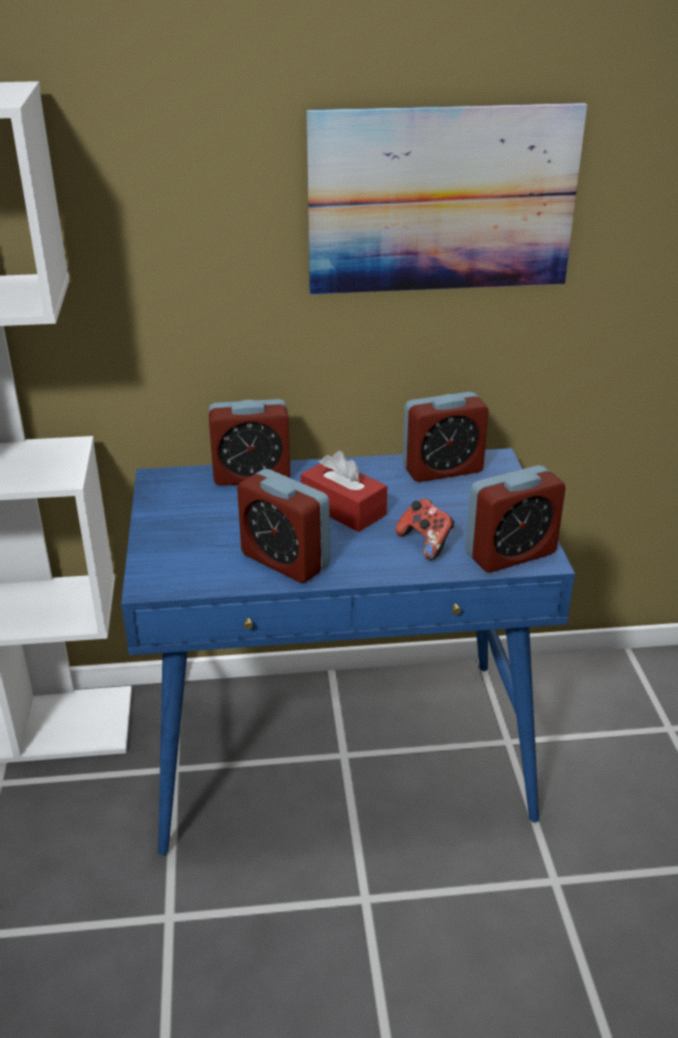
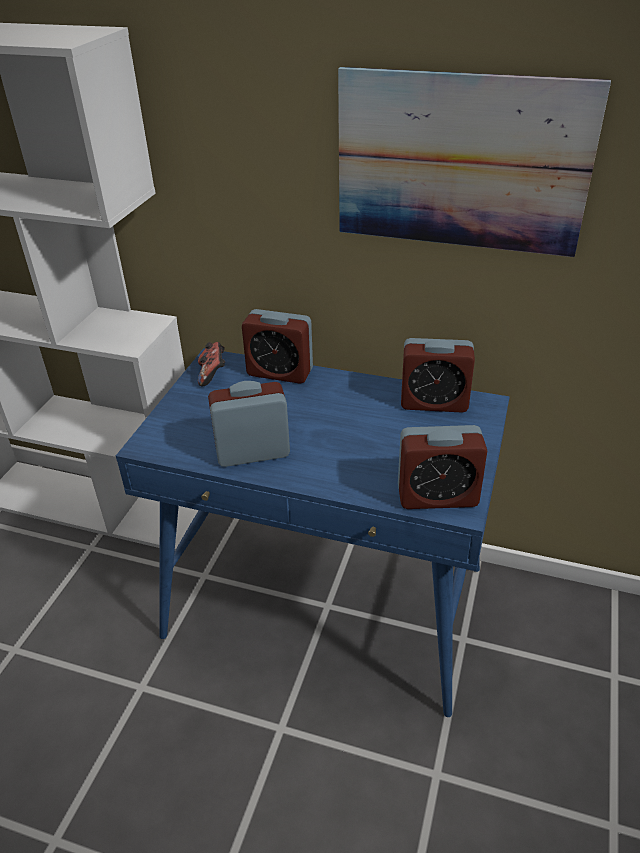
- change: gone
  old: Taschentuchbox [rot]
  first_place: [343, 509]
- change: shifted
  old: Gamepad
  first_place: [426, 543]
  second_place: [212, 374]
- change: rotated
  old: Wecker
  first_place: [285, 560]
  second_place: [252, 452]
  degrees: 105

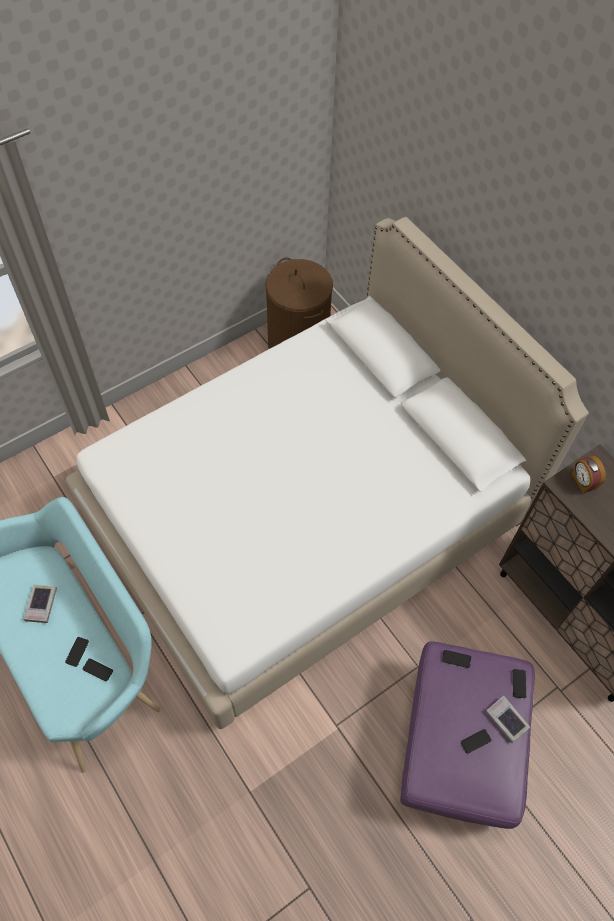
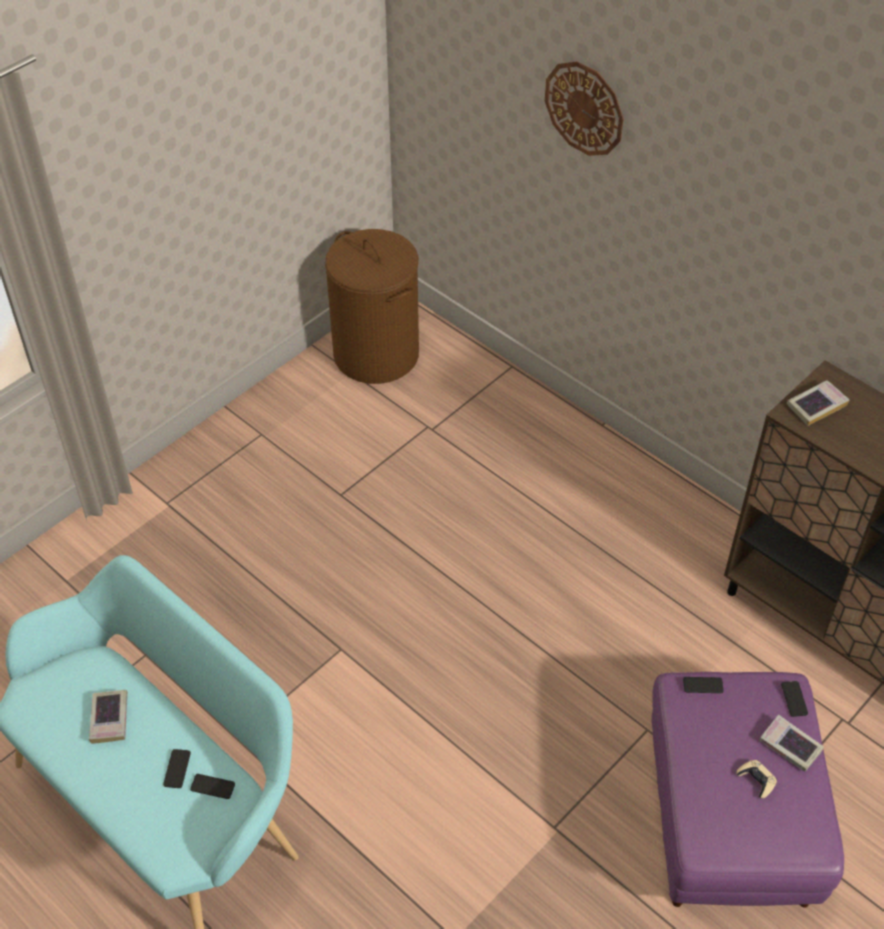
- change: gone
  old: Bett [weiß]
  first_place: [305, 518]
- change: new
  new: Wanduhr
  second_place: [584, 108]
- change: swapped
  old: Handy
  new: Gamepad [beige]
  first_place: [475, 741]
  second_place: [756, 780]
- change: swapped
  old: Wecker
  new: Buch
  first_place: [583, 482]
  second_place: [816, 406]

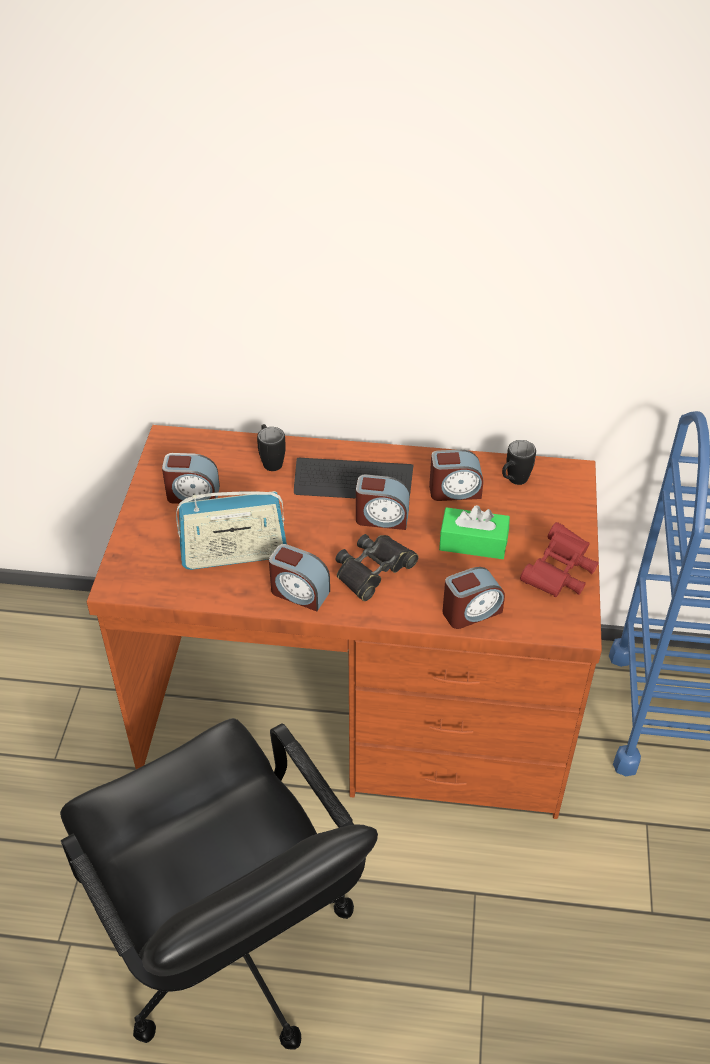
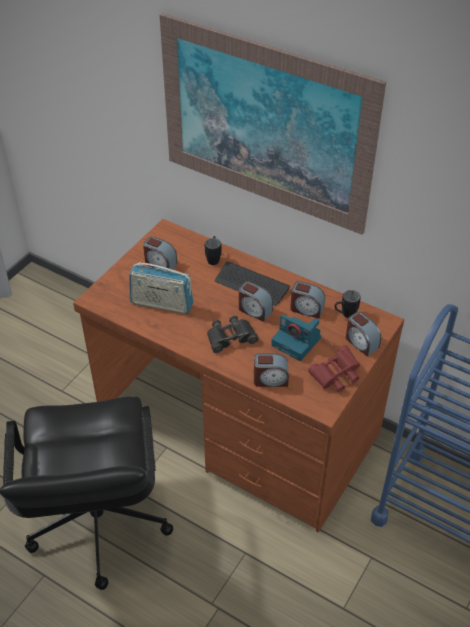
- change: new
  new: Bild
  second_place: [265, 125]
- change: shifted
  old: Wecker
  first_place: [299, 592]
  second_place: [361, 343]
- change: swapped
  old: Taschentuchbox [grün]
  new: Kamera
  first_place: [473, 543]
  second_place: [297, 342]

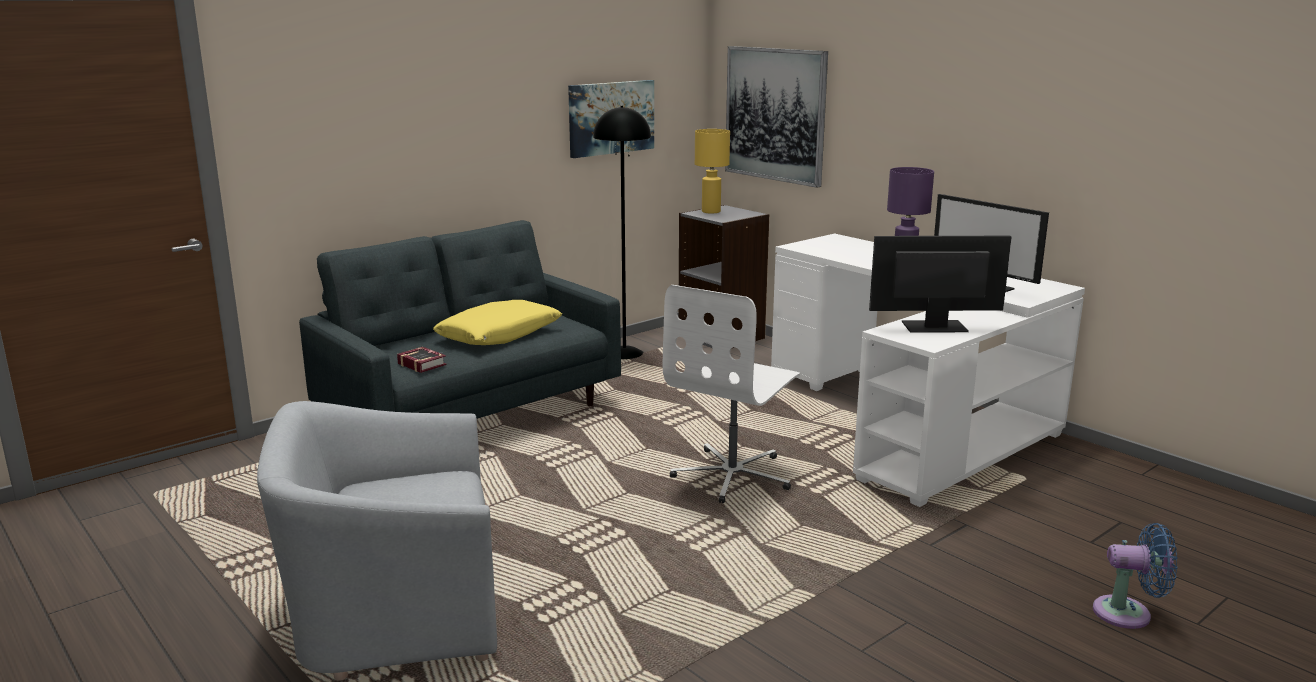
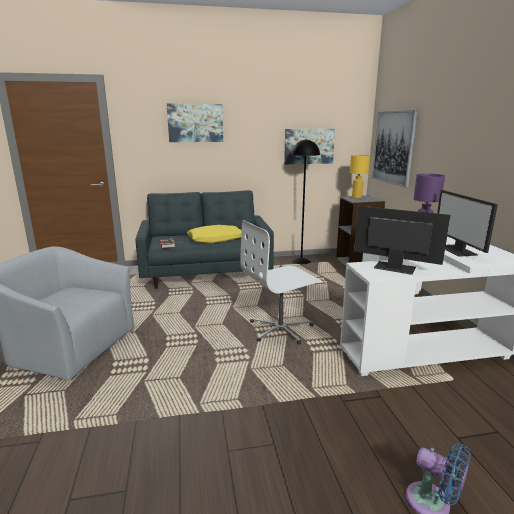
- change: new
  new: Bild
  second_place: [195, 123]

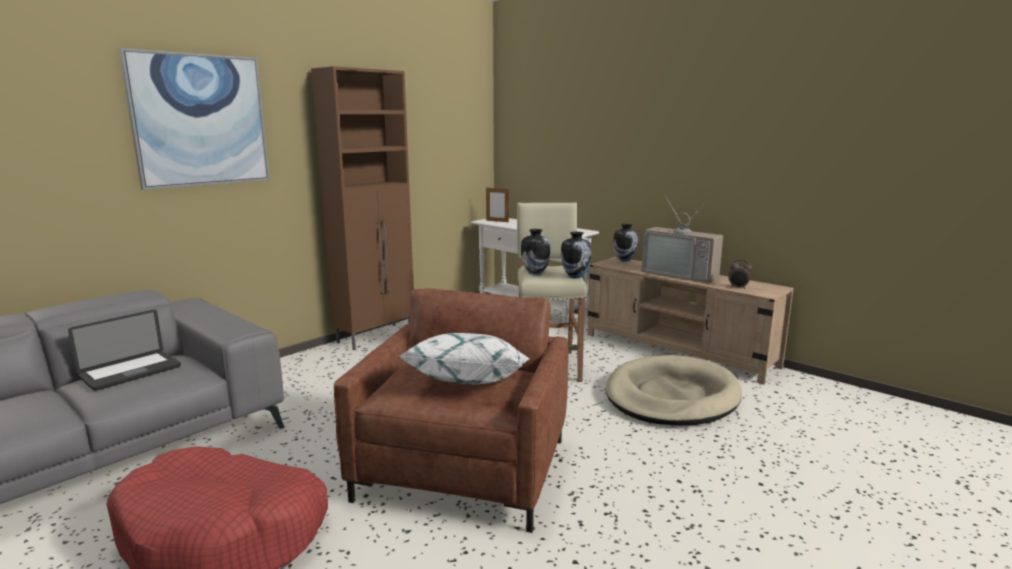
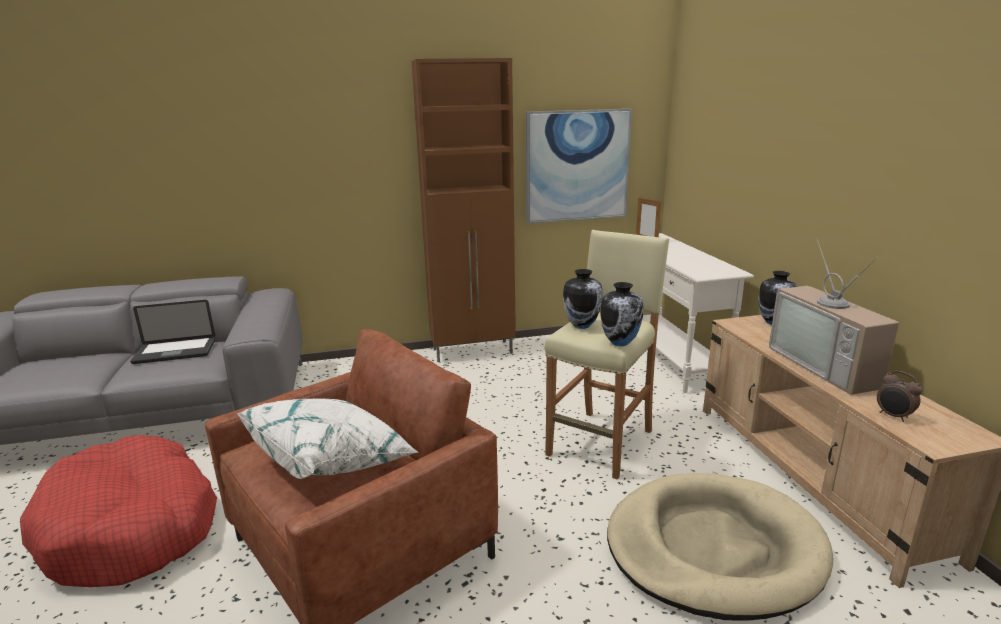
- change: shifted
  old: Bild
  first_place: [200, 120]
  second_place: [577, 166]

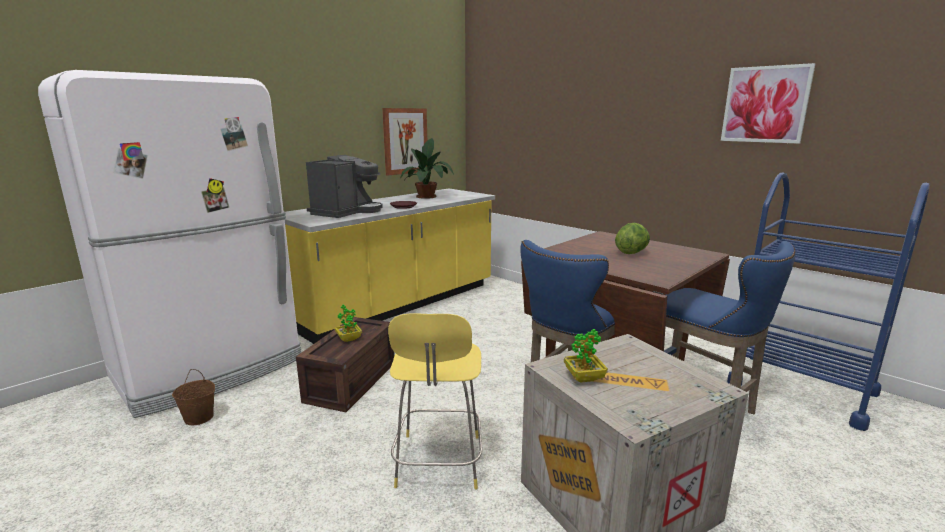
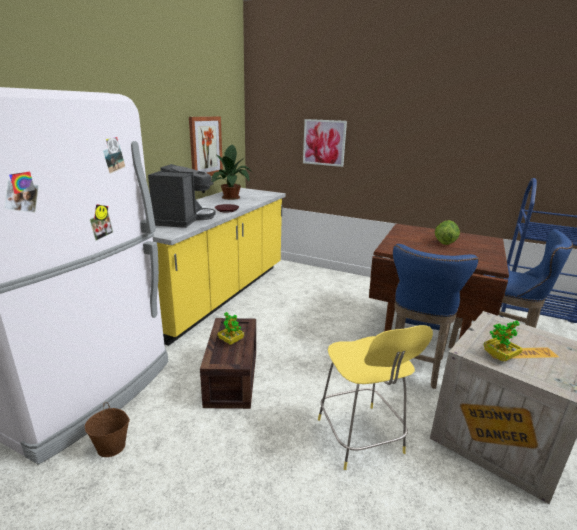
- change: shifted
  old: Bild
  first_place: [765, 104]
  second_place: [324, 142]

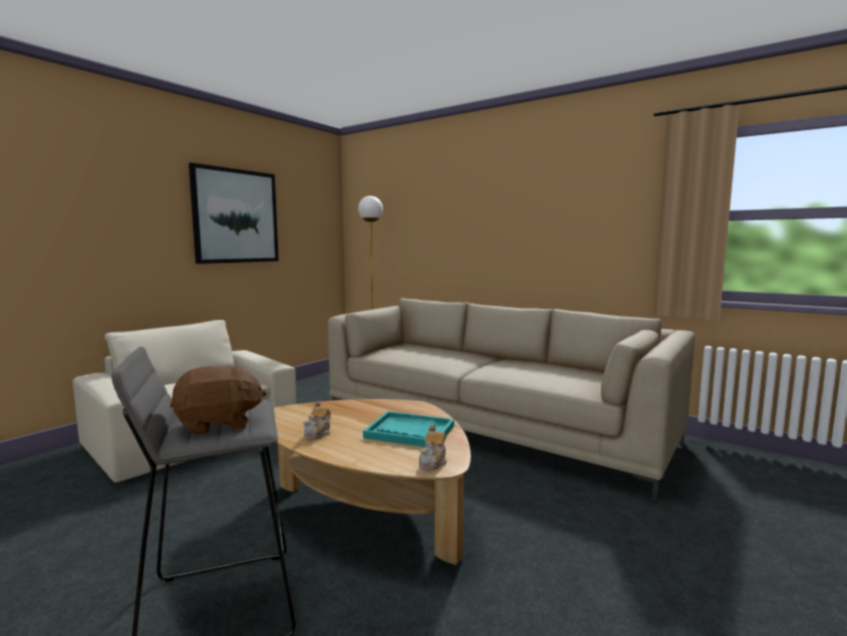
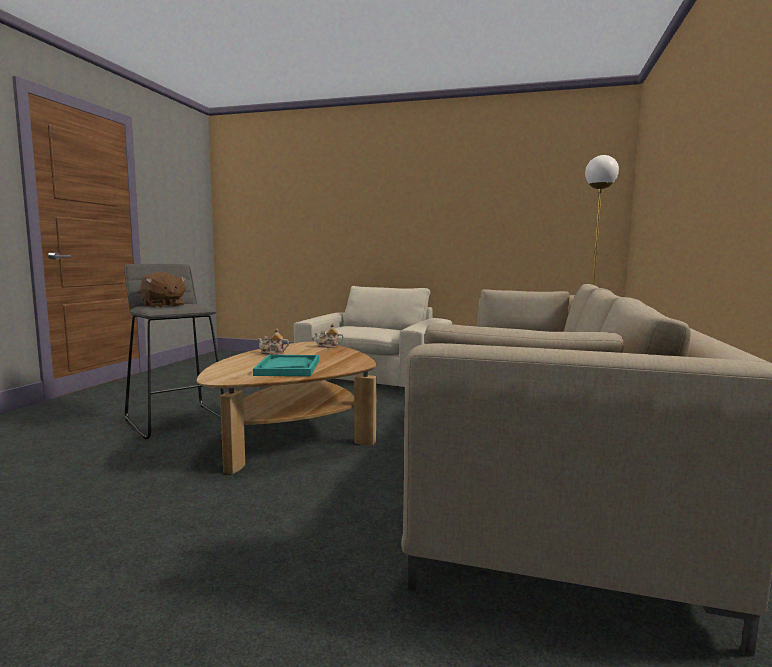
- change: gone
  old: Bild
  first_place: [236, 216]
- change: shifted
  old: Teekanne
  first_place: [433, 463]
  second_place: [328, 346]

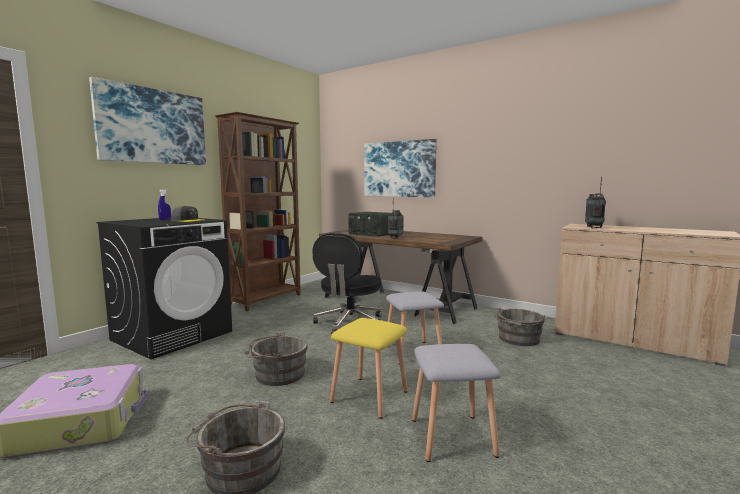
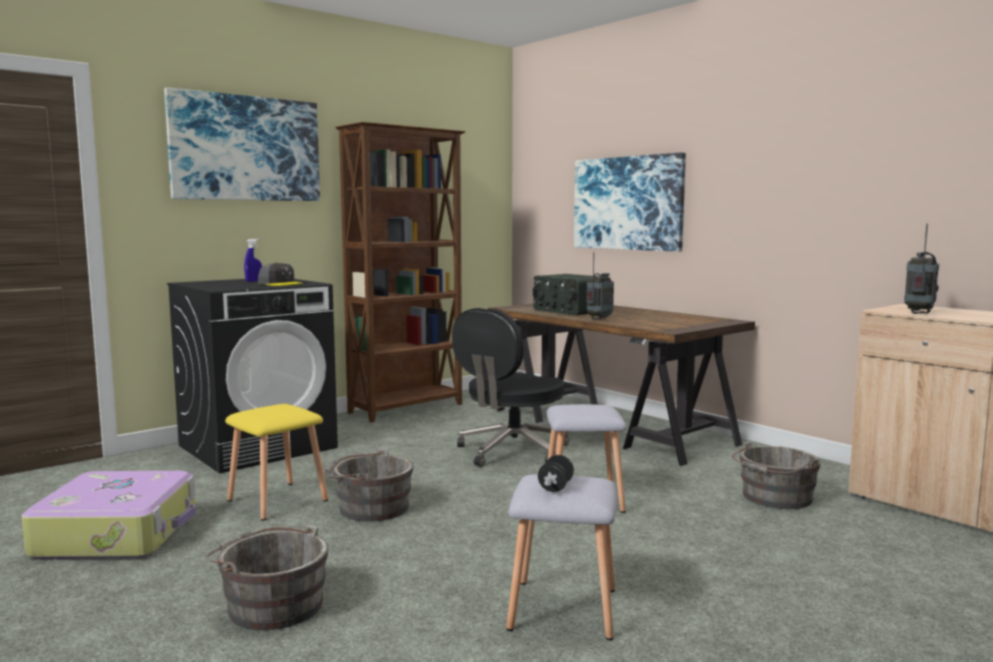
- change: new
  new: Hantel [schwarz]
  second_place: [555, 487]
- change: shifted
  old: Hocker [gelb]
  first_place: [371, 396]
  second_place: [279, 501]

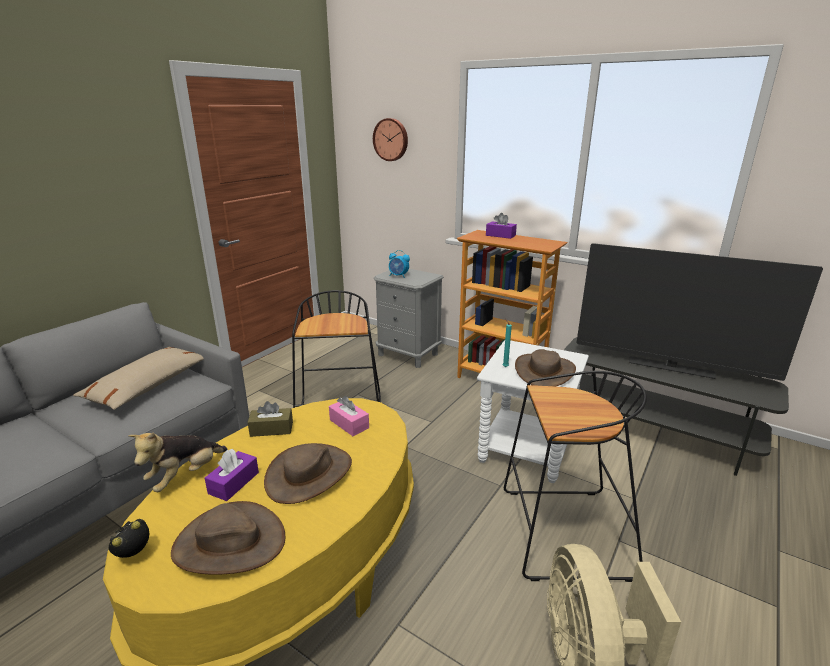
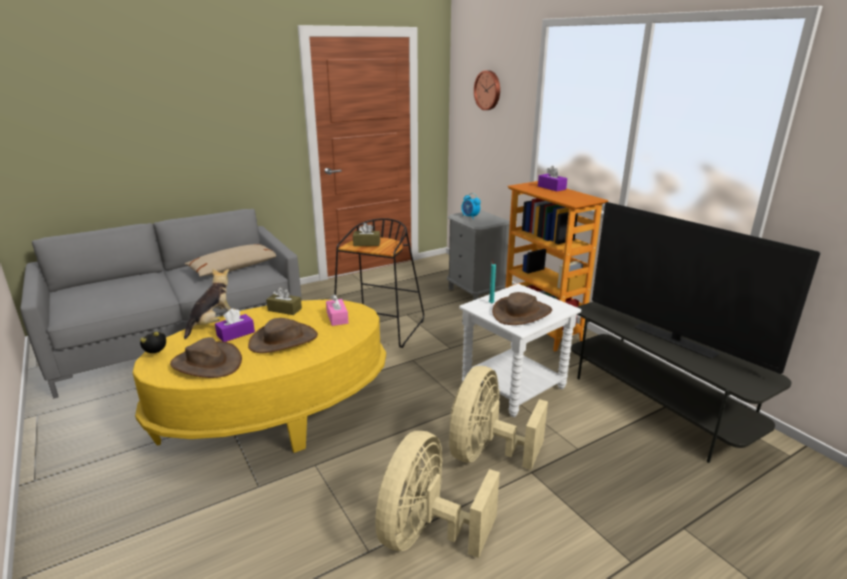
- change: new
  new: Taschentuchbox [braun]
  second_place: [366, 243]
- change: swapped
  old: Hocker [schwarz]
  new: Ventilator [beige]
  first_place: [562, 534]
  second_place: [486, 453]
- change: rotated
  old: Plüschtier
  first_place: [185, 476]
  second_place: [213, 323]
  degrees: 150

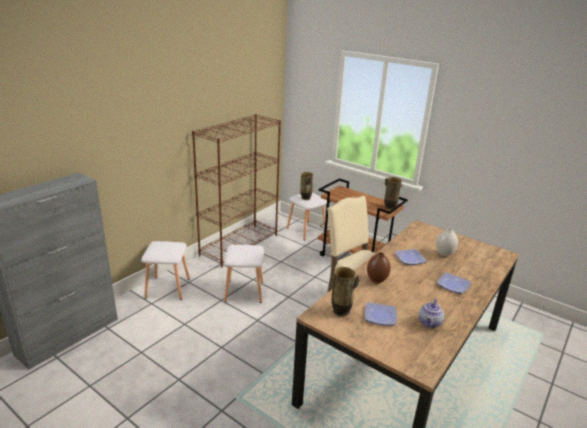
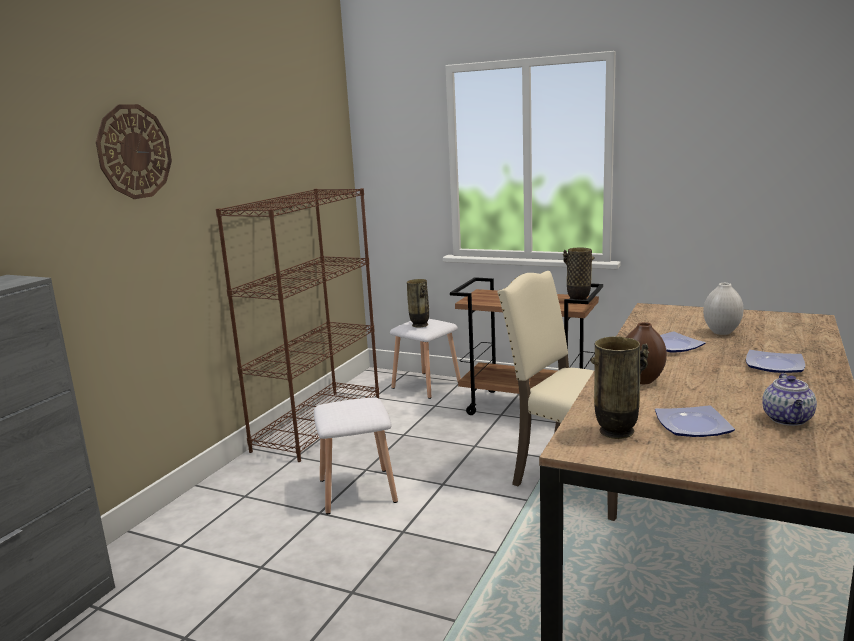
- change: gone
  old: Hocker [weiß]
  first_place: [168, 288]
- change: new
  new: Wanduhr
  second_place: [134, 152]

